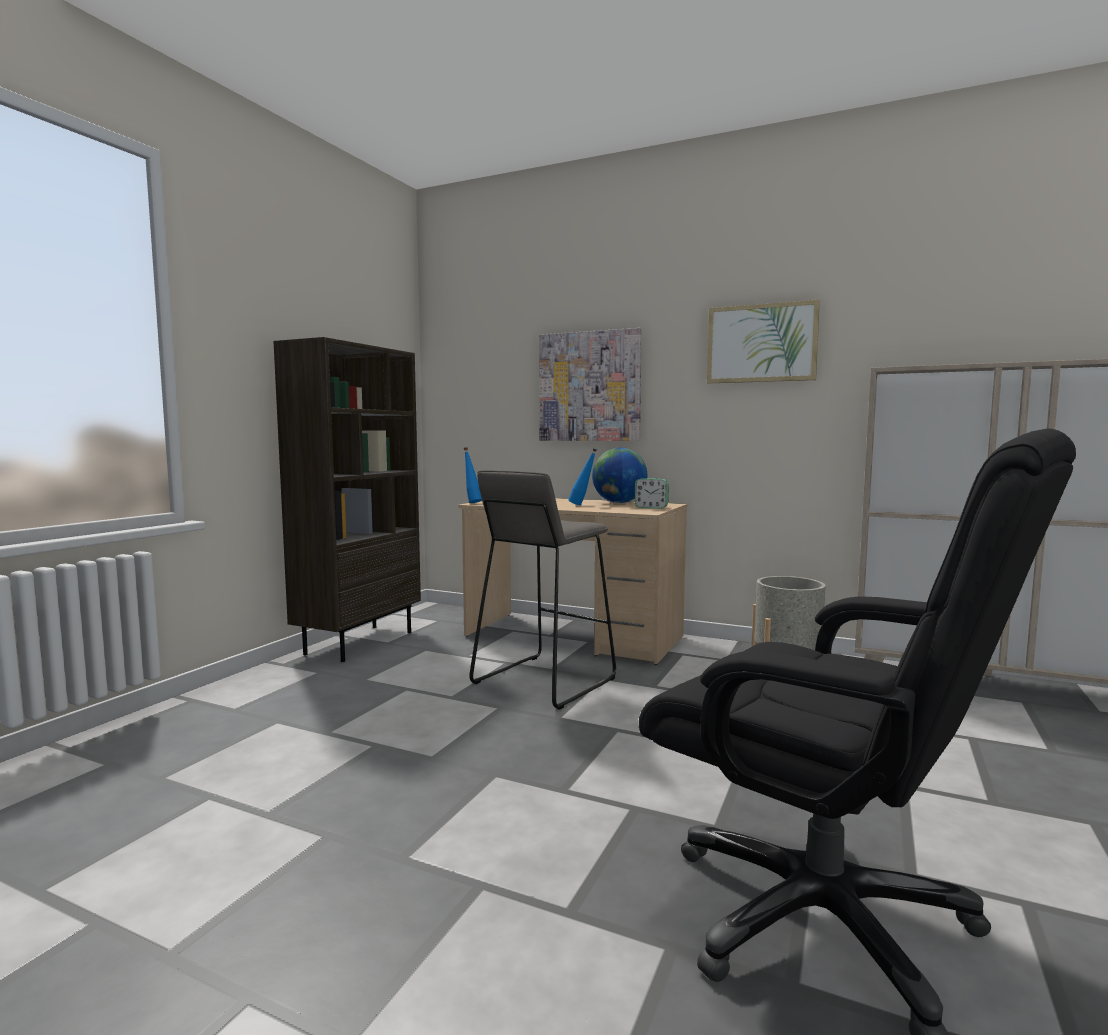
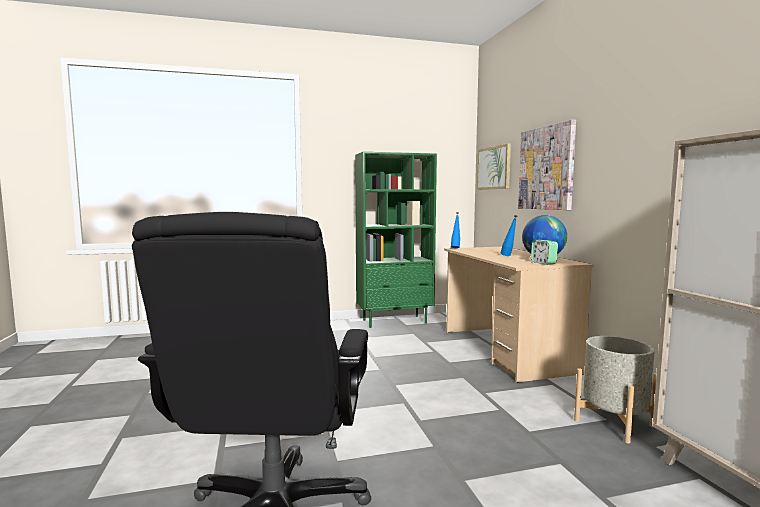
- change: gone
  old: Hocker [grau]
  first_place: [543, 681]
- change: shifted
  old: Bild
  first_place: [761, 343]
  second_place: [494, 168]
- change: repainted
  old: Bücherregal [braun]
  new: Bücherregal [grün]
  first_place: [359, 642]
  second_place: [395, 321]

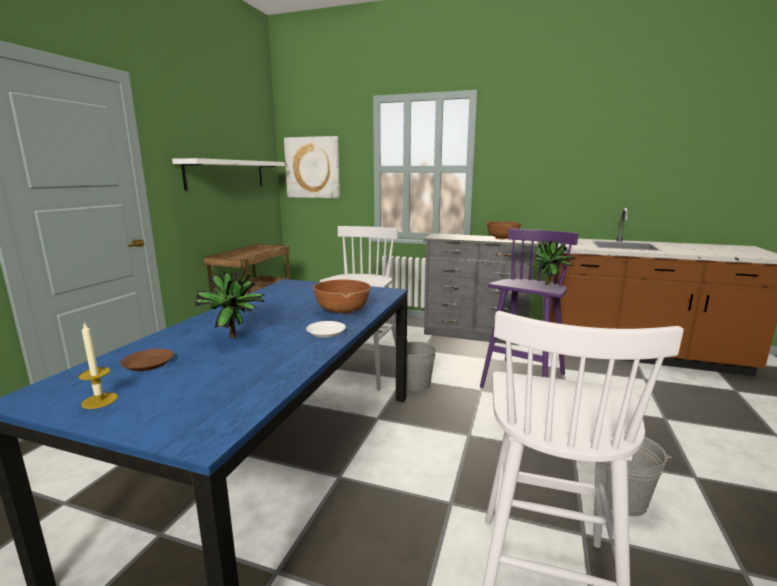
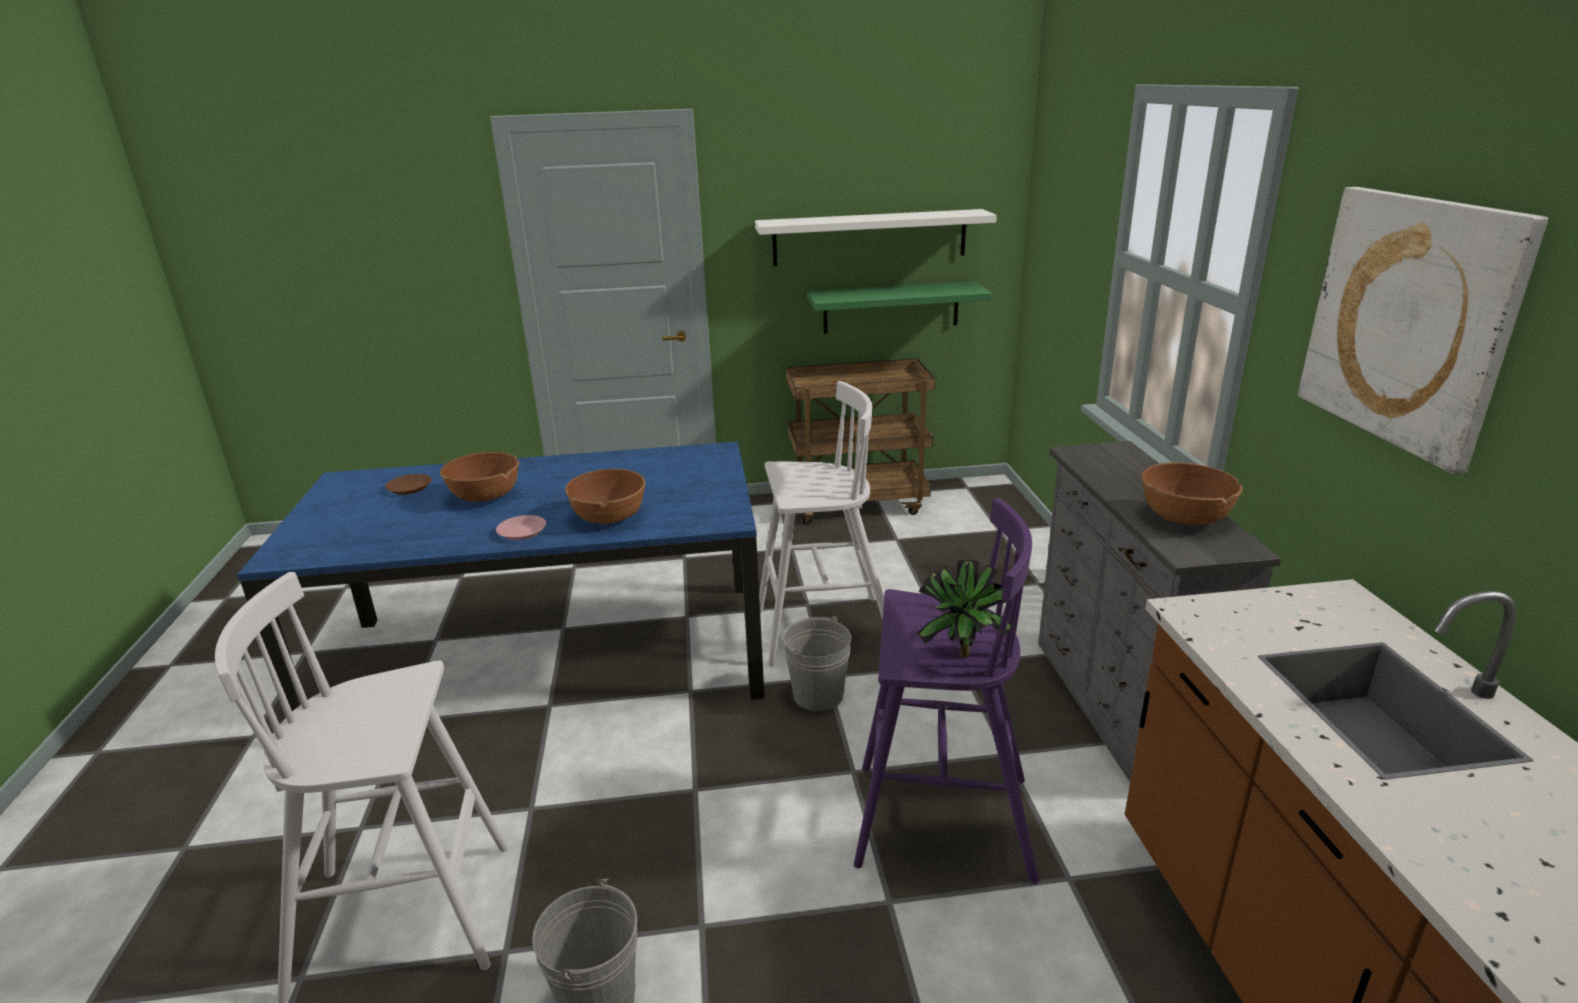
- change: gone
  old: Kerze
  first_place: [99, 400]
- change: new
  new: Wandregal [grün]
  second_place: [891, 307]
- change: shifted
  old: Bild
  first_place: [312, 167]
  second_place: [1409, 321]
- change: swapped
  old: Topfpflanze
  new: Schüssel [braun]
  first_place: [236, 338]
  second_place: [485, 496]
- change: repainted
  old: Teller [weiß]
  new: Teller [rosa]
  first_place: [326, 332]
  second_place: [521, 531]

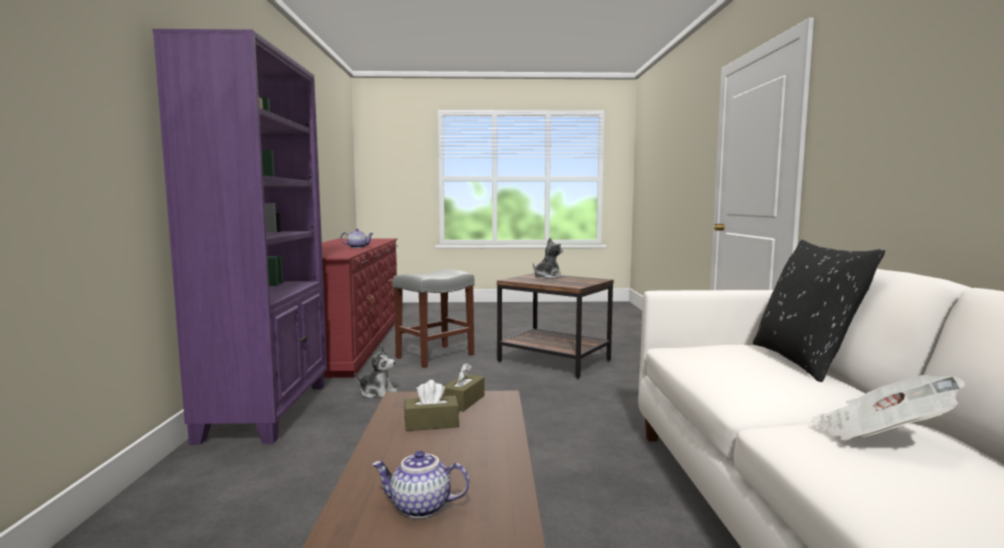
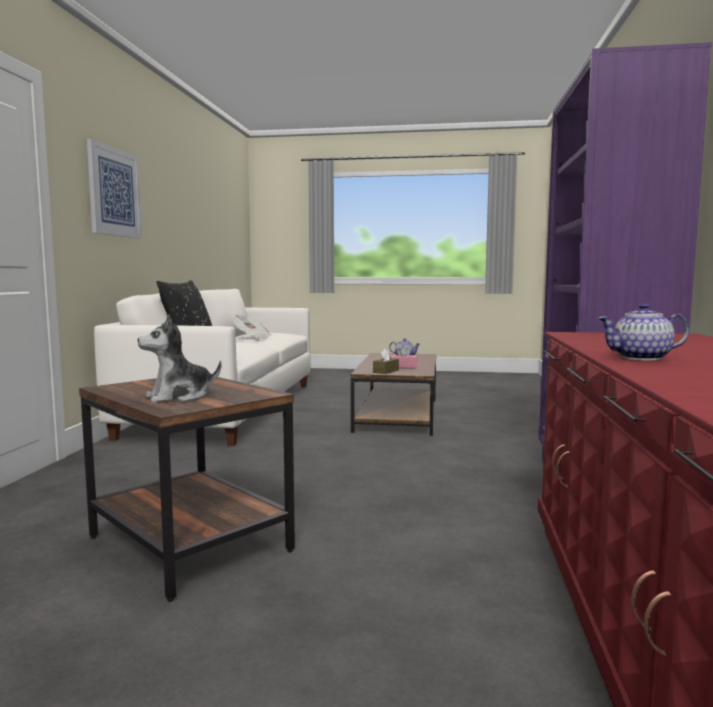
- change: gone
  old: Plüschtier
  first_place: [377, 393]
- change: gone
  old: Hocker [grau]
  first_place: [435, 356]
- change: new
  new: Bild
  second_place: [114, 192]
- change: repainted
  old: Taschentuchbox [braun]
  new: Taschentuchbox [rosa]
  first_place: [431, 423]
  second_place: [403, 367]

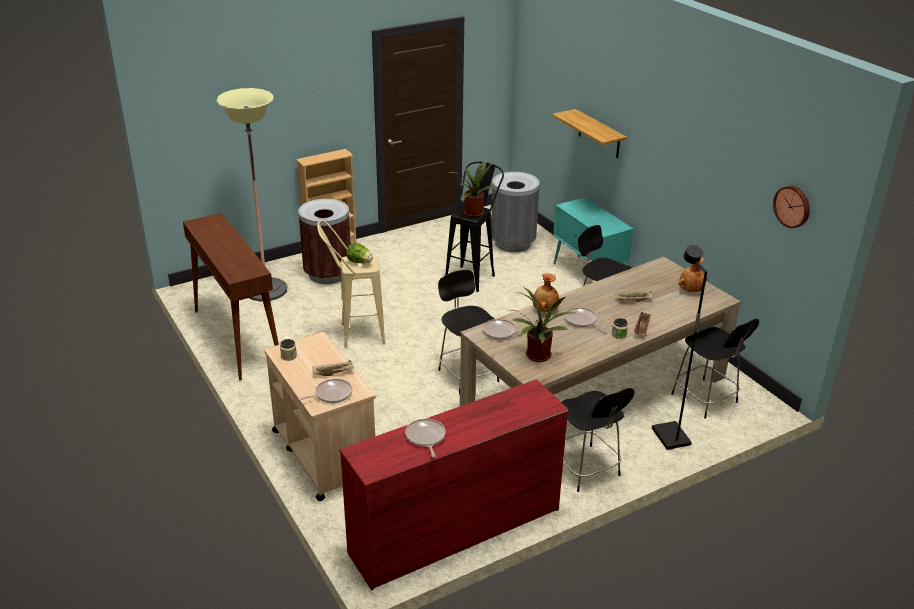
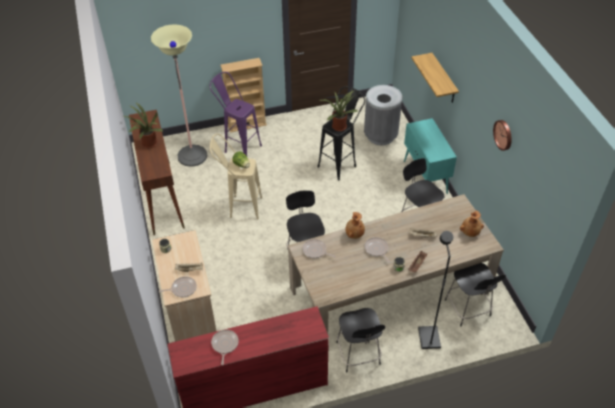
- change: shifted
  old: Topfpflanze
  first_place: [537, 357]
  second_place: [148, 144]
- change: shifted
  old: Wanduhr
  first_place: [793, 206]
  second_place: [503, 134]
- change: swapped
  old: Mülleimer [braun]
  new: Hocker [lila]
  first_place: [328, 274]
  second_place: [238, 147]

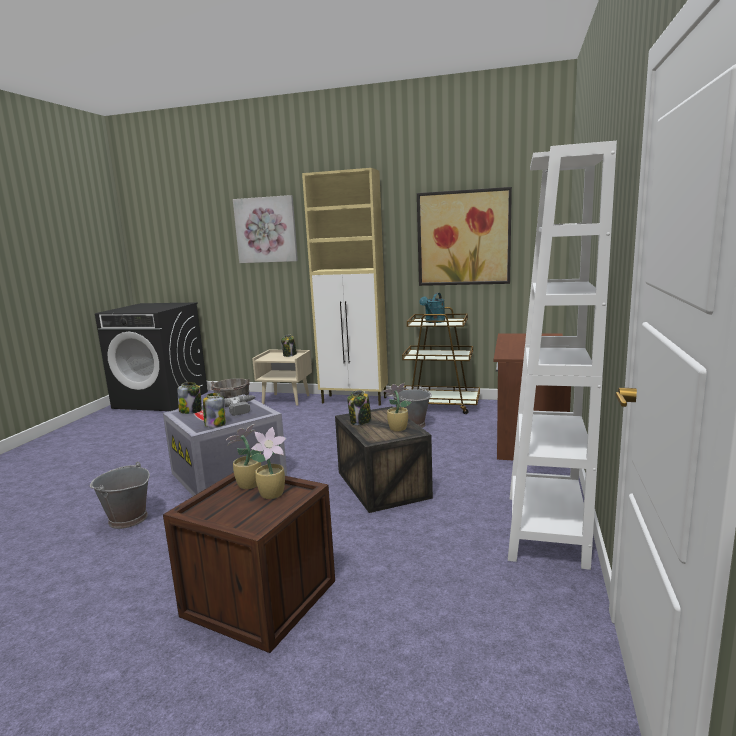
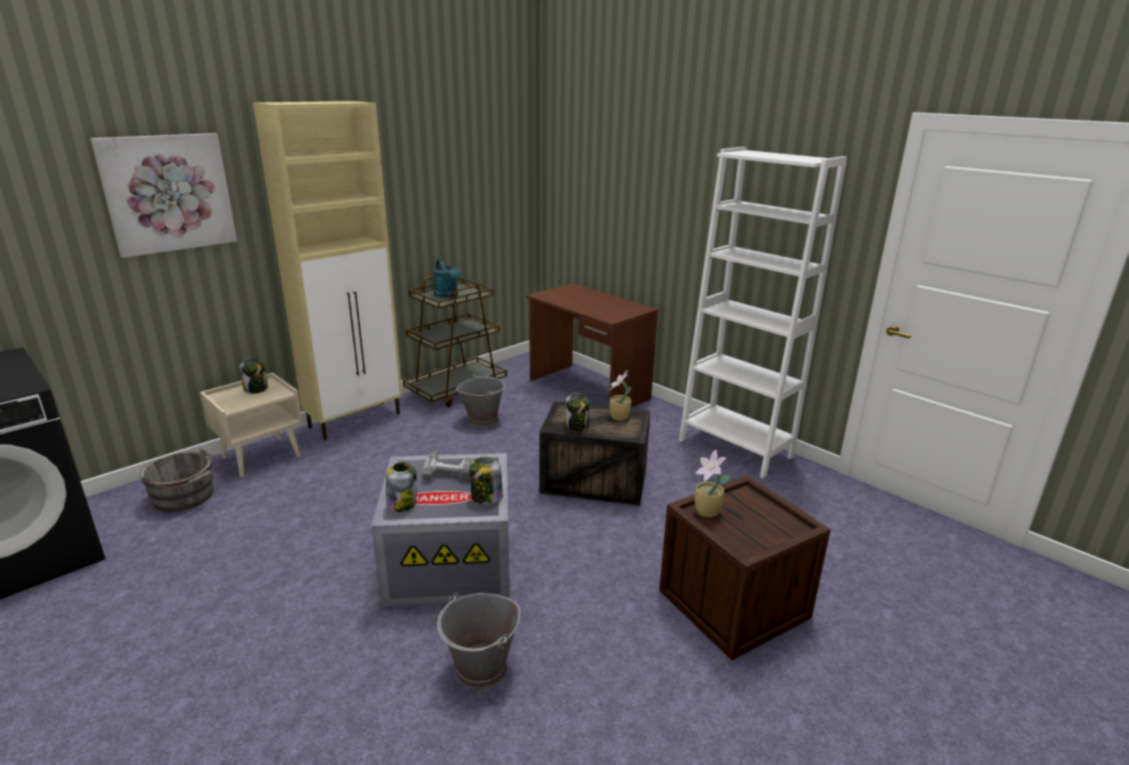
- change: gone
  old: Topfpflanze
  first_place: [273, 494]
- change: gone
  old: Bild
  first_place: [463, 238]

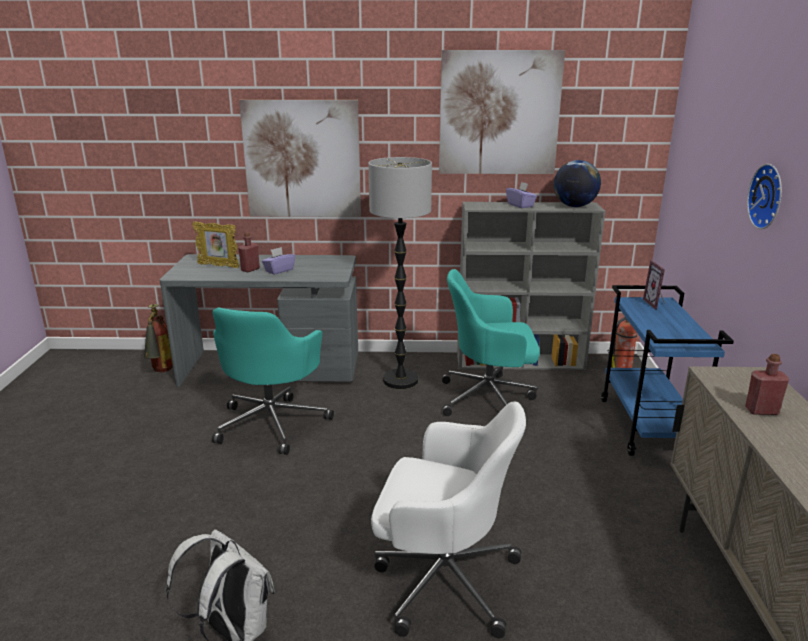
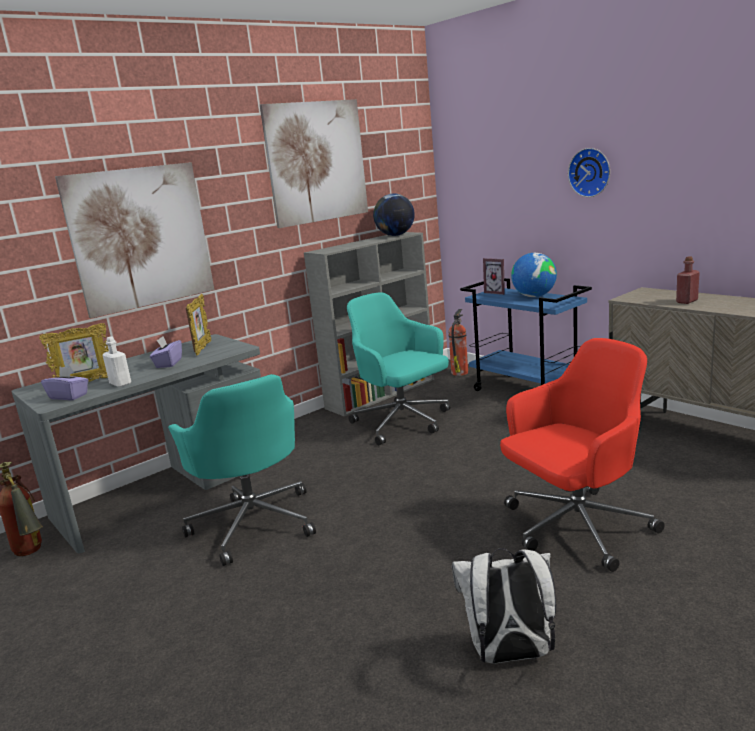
- change: gone
  old: Flasche [rot]
  first_place: [250, 269]
- change: gone
  old: Stehlampe
  first_place: [400, 380]
- change: new
  new: Flasche [weiß]
  second_place: [120, 384]
- change: new
  new: Bilderrahmen
  second_place: [203, 348]
- change: new
  new: Globus
  second_place: [534, 296]
- change: shifted
  old: Taschentuchbox [lila]
  first_place: [520, 205]
  second_place: [69, 396]
- change: repainted
  old: Bürostuhl [weiß]
  new: Bürostuhl [rot]
  first_place: [442, 579]
  second_place: [575, 528]
- change: rotated
  old: Bürostuhl [türkis]
  first_place: [489, 398]
  second_place: [403, 422]
  degrees: 90

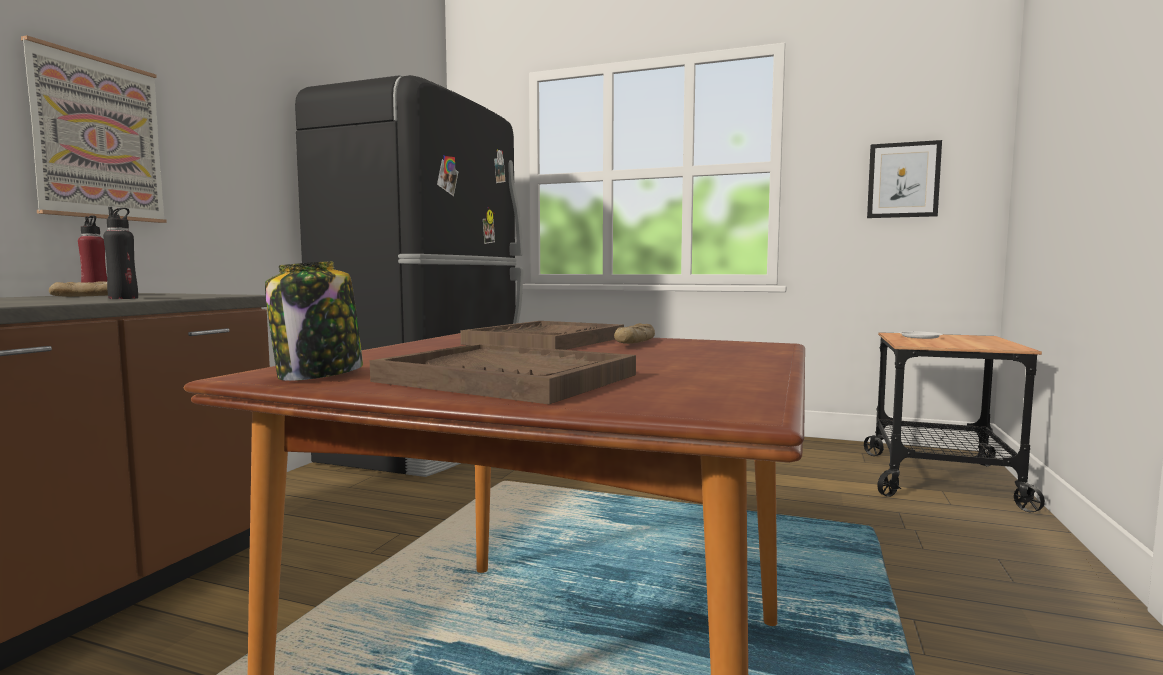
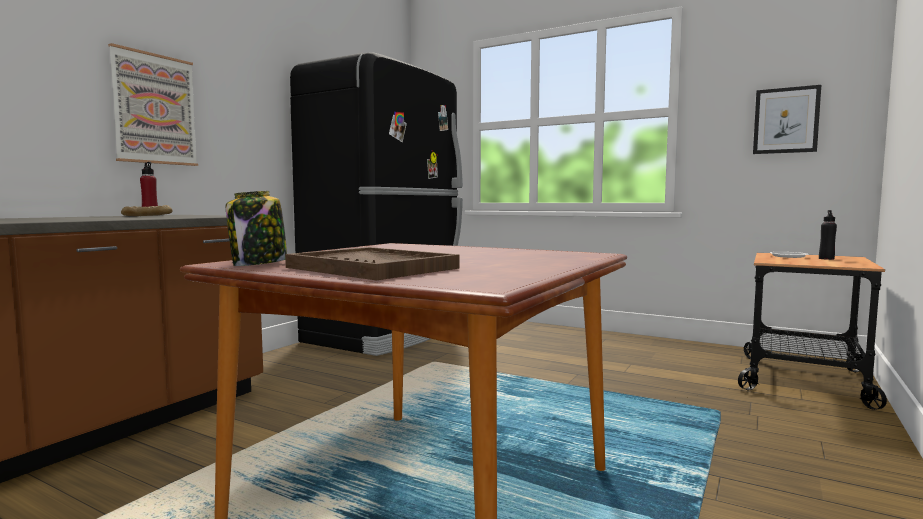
- change: gone
  old: Tablett [braun]
  first_place: [546, 340]
- change: gone
  old: Brot
  first_place: [635, 343]
- change: shifted
  old: Flasche [schwarz]
  first_place: [123, 298]
  second_place: [826, 258]

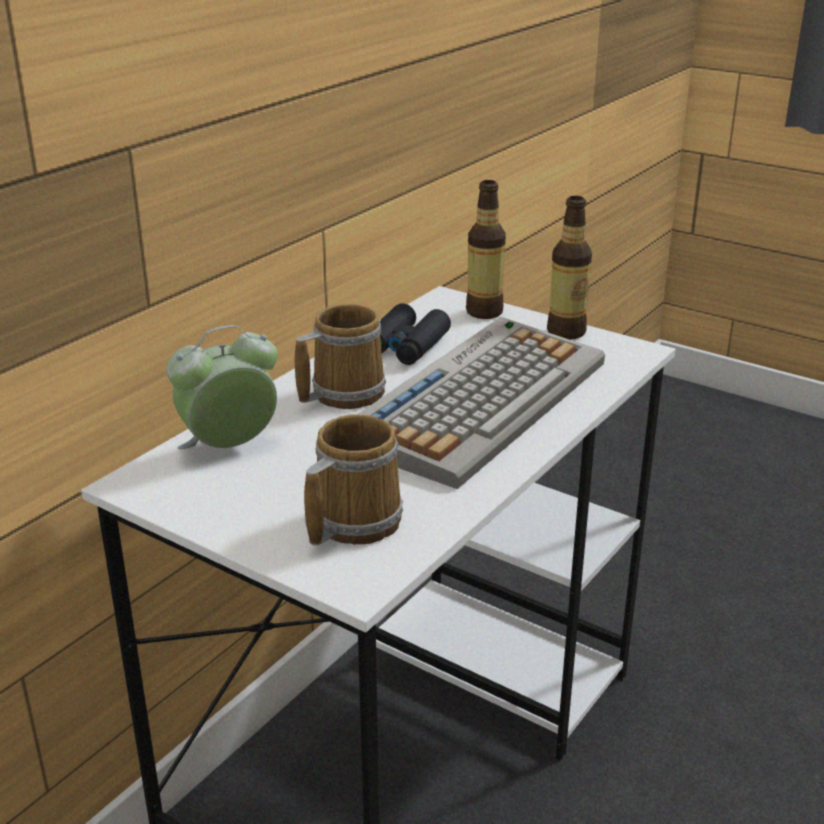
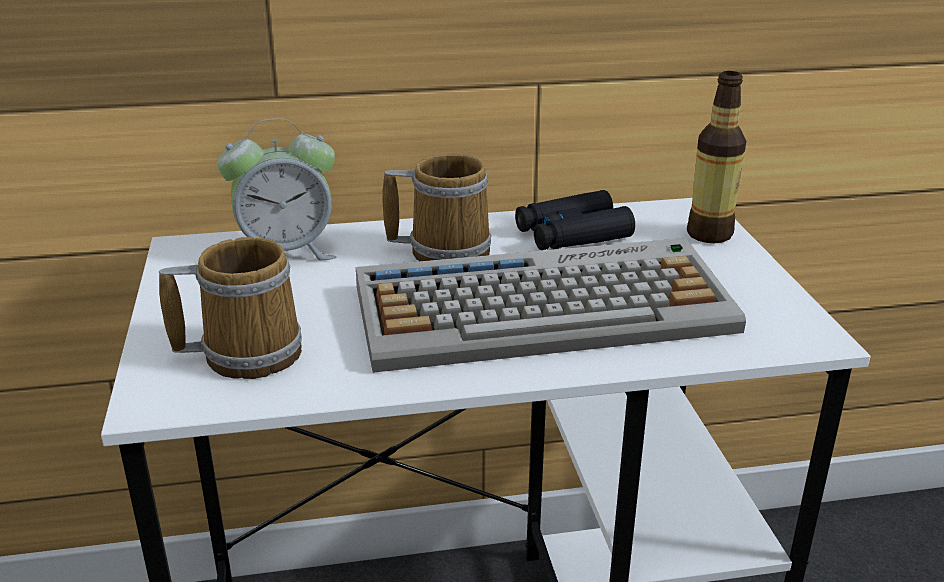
- change: gone
  old: Flasche
  first_place: [566, 332]
- change: rotated
  old: Wecker
  first_place: [229, 447]
  second_place: [286, 252]
  degrees: 150

